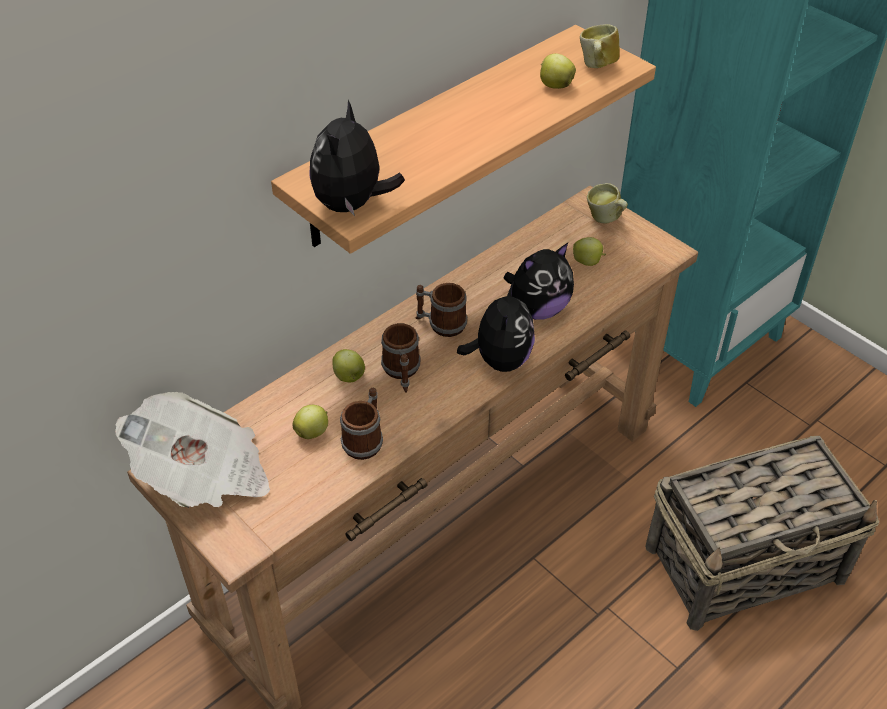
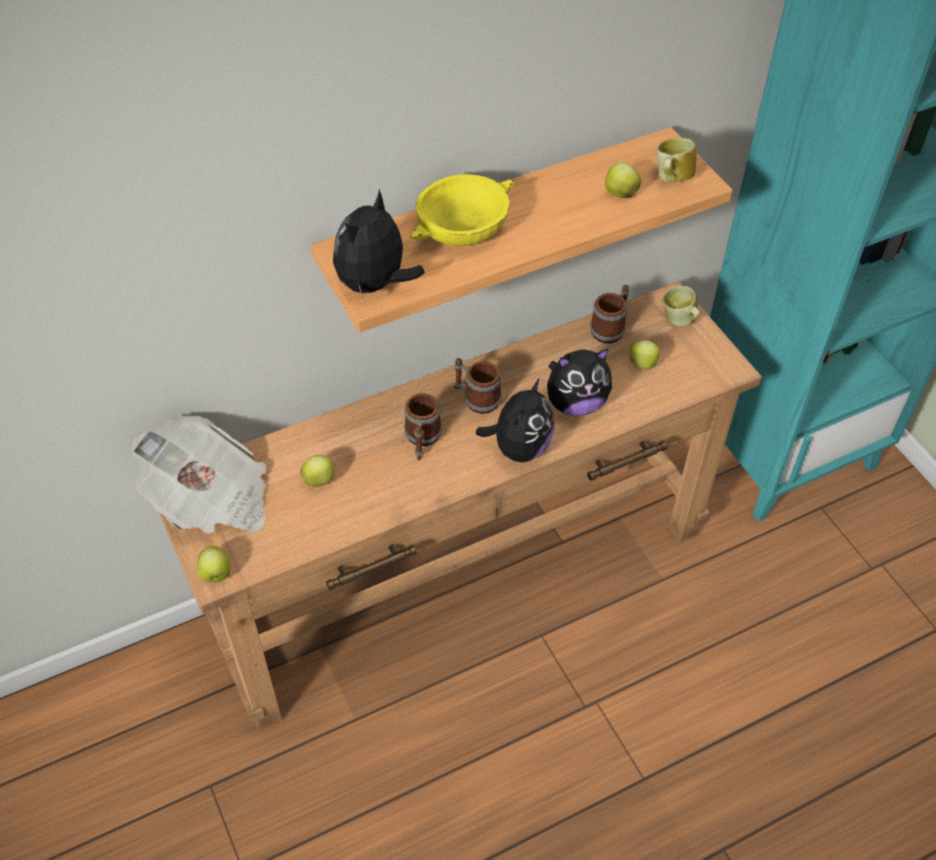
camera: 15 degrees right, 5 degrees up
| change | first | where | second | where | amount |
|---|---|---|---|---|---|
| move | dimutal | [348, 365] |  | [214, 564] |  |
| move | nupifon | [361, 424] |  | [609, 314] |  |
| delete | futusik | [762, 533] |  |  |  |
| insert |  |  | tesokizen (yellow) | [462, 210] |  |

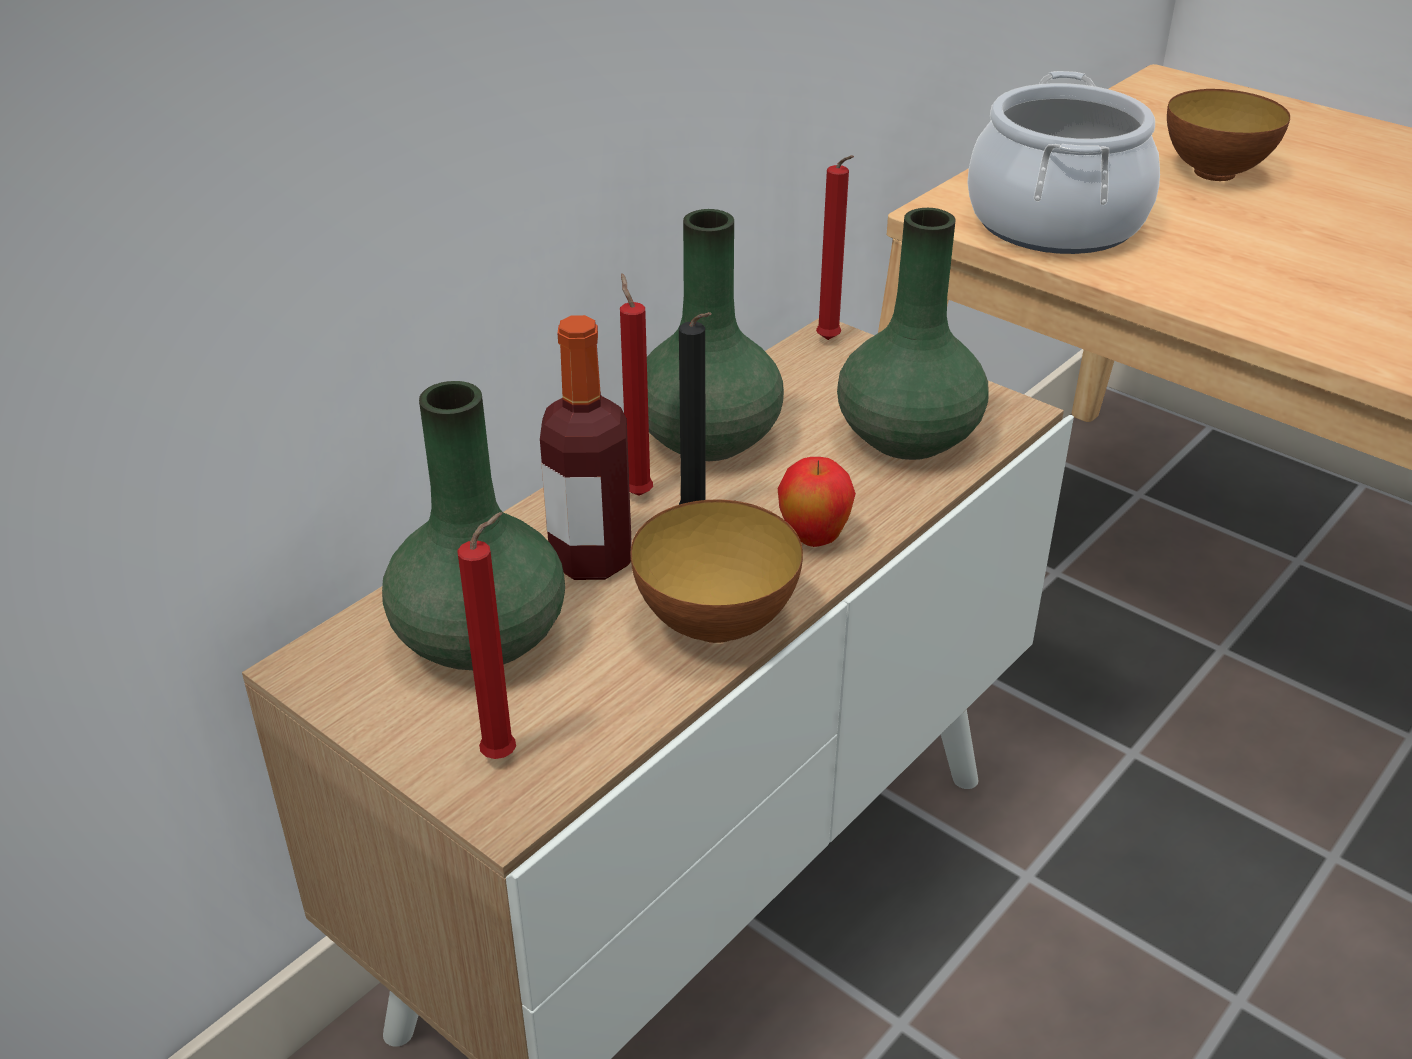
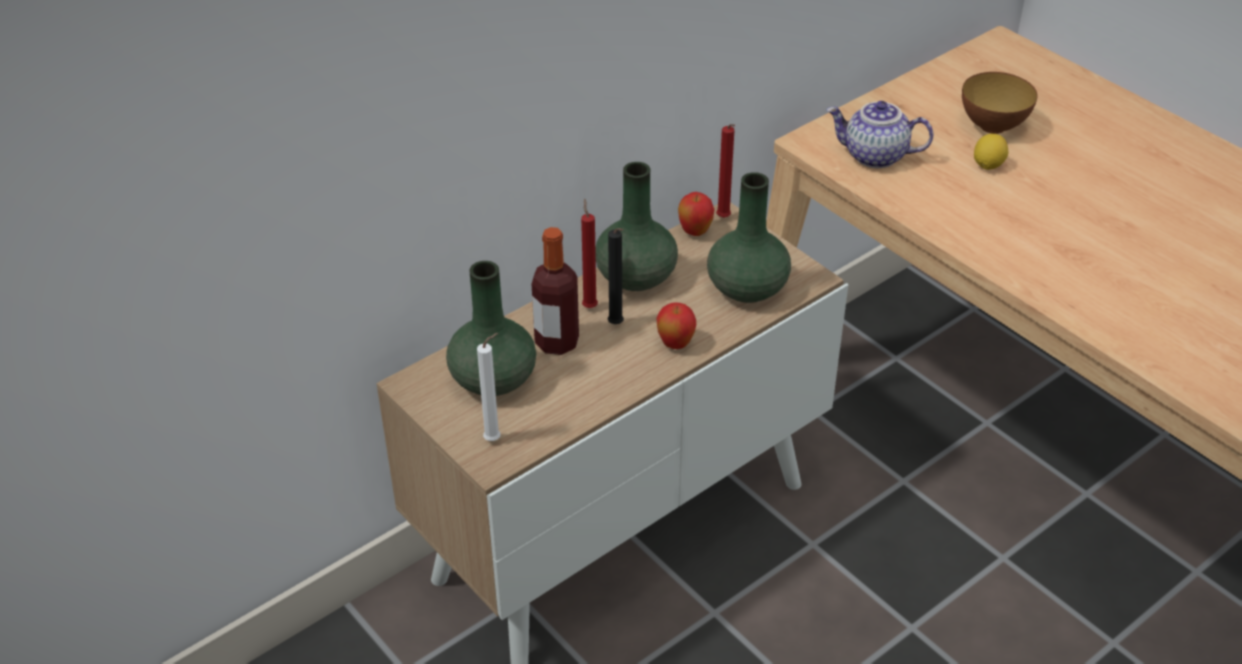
camera: 10 degrees right, 5 degrees up
| change | first | where | second | where | amount |
|---|---|---|---|---|---|
| recolor | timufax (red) | [486, 635] | timufax (white) | [489, 387] |  |
| delete | tesokizen | [716, 571] |  |  |  |
| replace | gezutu | [1063, 162] | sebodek | [879, 134] |  |
| insert |  |  | dimutal | [696, 214] |  |
| insert |  |  | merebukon | [991, 152] |  |

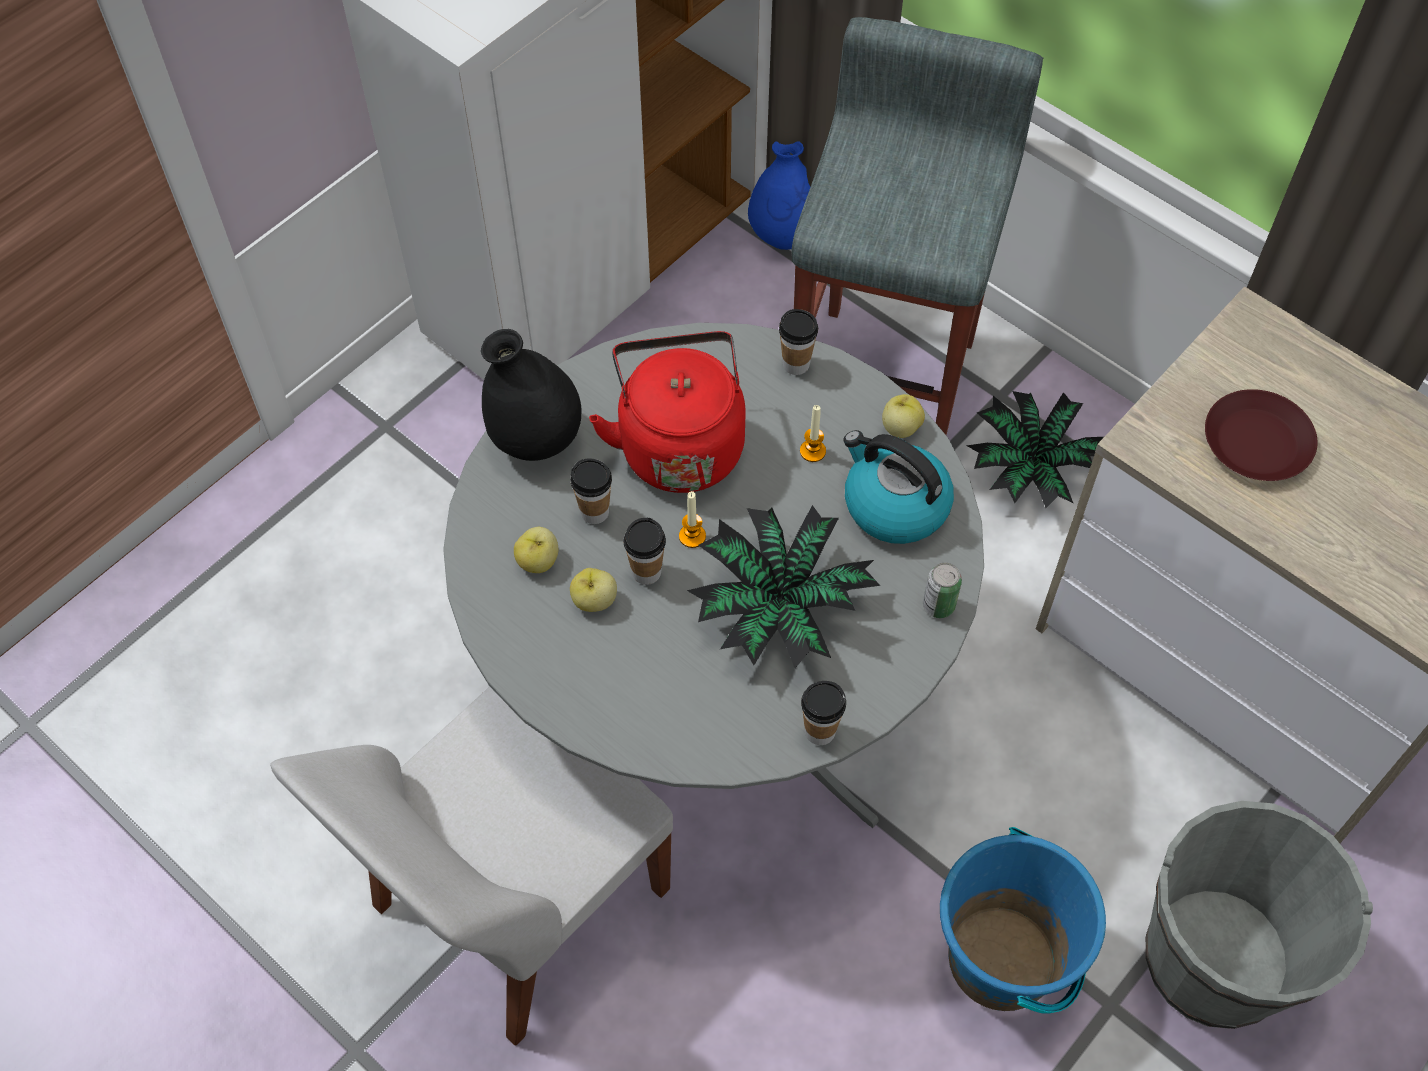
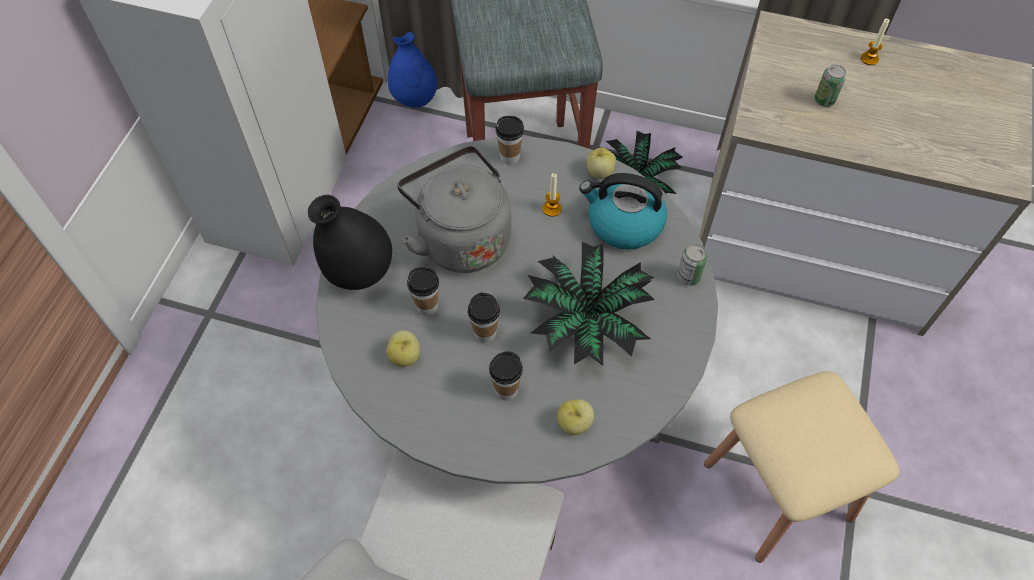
camera: 25 degrees left, 0 degrees up
| change | first | where | second | where | amount |
|---|---|---|---|---|---|
| move | dimutal | [593, 590] |  | [575, 417] |  |
| recolor | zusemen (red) | [667, 412] | zusemen (grey) | [454, 209] |  |
| move | timufax | [692, 519] |  | [875, 41] |  |
| move | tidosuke | [823, 713] |  | [506, 375] |  |
| replace | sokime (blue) | [1023, 920] | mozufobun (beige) | [802, 467] |  |
| delete | sokime (grey) | [1259, 915] |  |  |  |
| replace | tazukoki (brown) | [1261, 435] | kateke | [830, 85] |  |

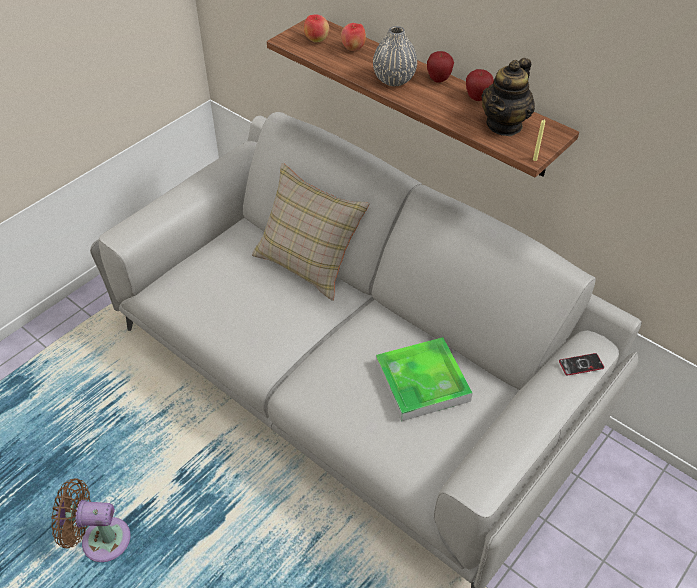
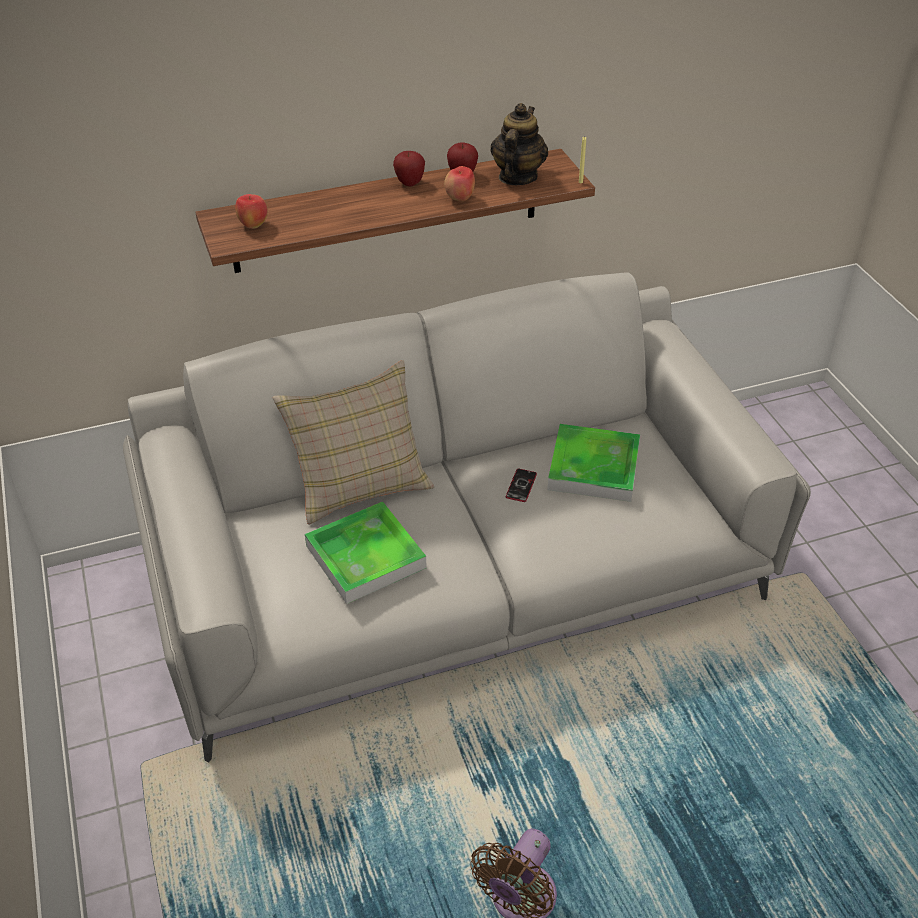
camera: 60 degrees left, 5 degrees down
| change | first | where | second | where | amount |
|---|---|---|---|---|---|
| move | dimutal | [353, 37] |  | [459, 183] |  |
| delete | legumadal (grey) | [395, 56] |  |  |  |
| rotate | sebodek | [508, 97] |  | [519, 144] | 135 degrees counterclockwise |
| move | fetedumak | [581, 364] |  | [521, 485] |  |
| insert |  |  | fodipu | [366, 553] |  |

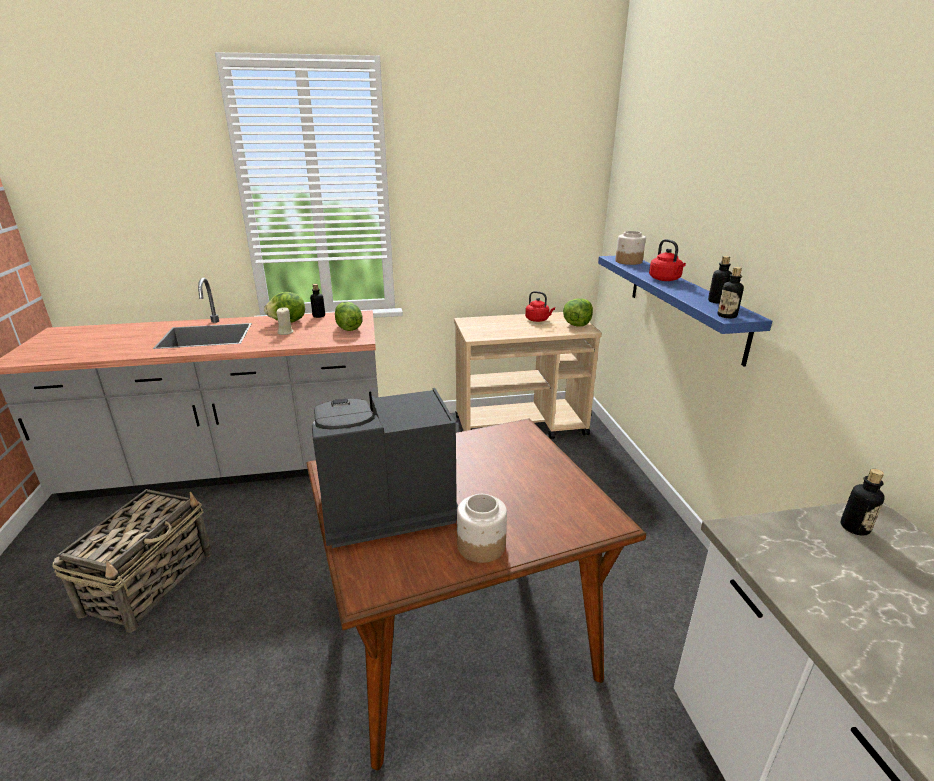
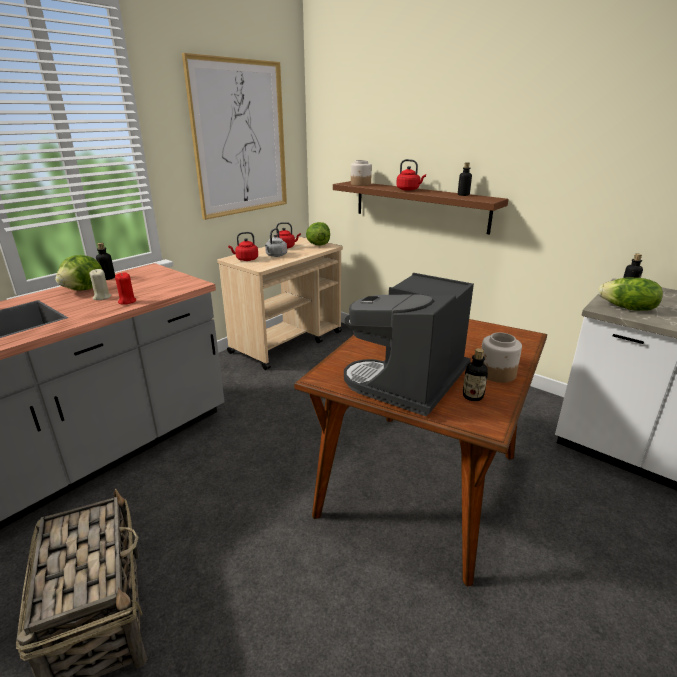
camera: 40 degrees left, 0 degrees up
| change | first | where | second | where | amount |
|---|---|---|---|---|---|
| move | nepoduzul | [348, 316] |  | [630, 294] |  |
| recolor | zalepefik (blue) | [685, 311] | zalepefik (brown) | [421, 208] |  |
| move | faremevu | [730, 292] |  | [475, 374] |  |
| insert |  |  | timufax (red) | [125, 288] |  |
| insert |  |  | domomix | [234, 136] |  |
| insert |  |  | zusemen (red) | [243, 246] |  |
| insert |  |  | zusemen (grey) | [276, 242] |  |

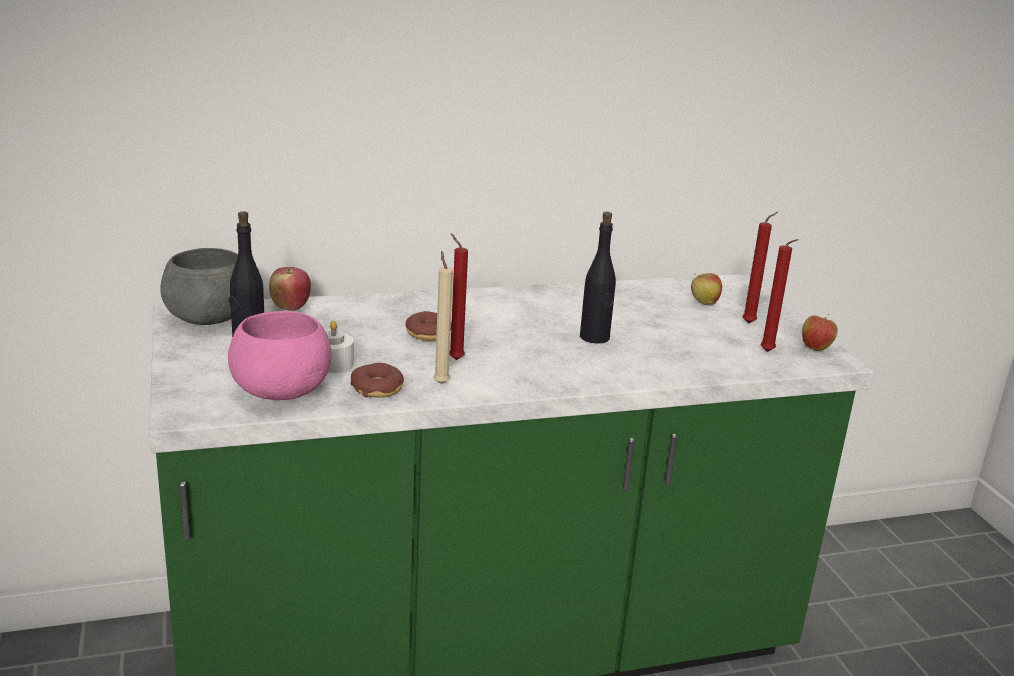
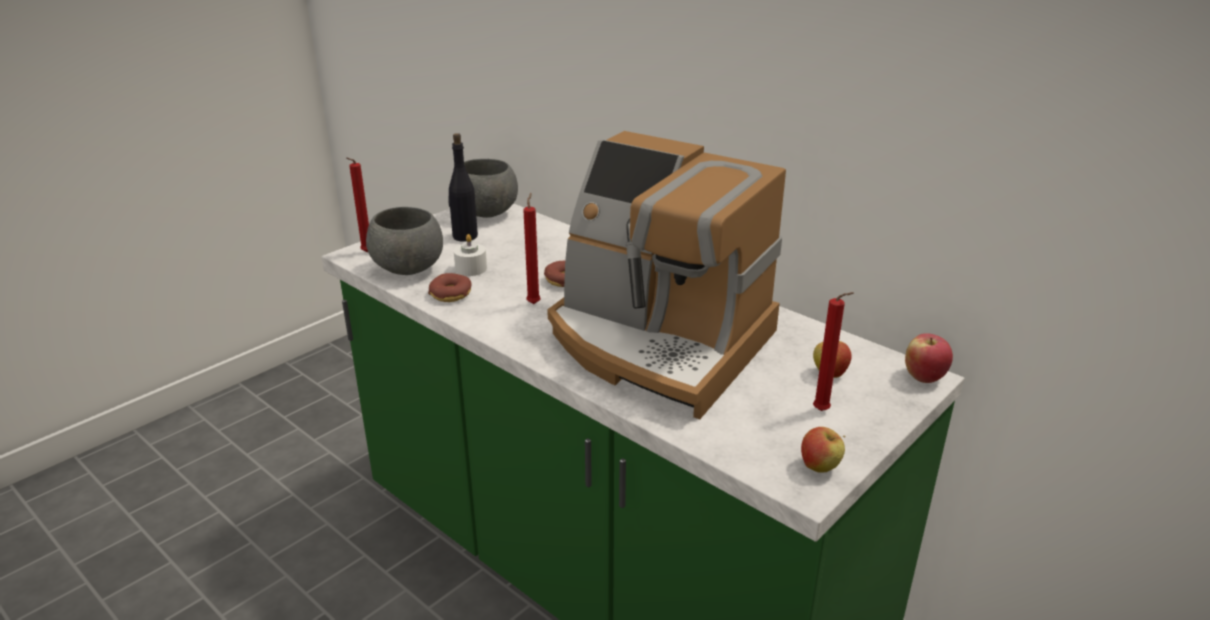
camera: 60 degrees right, 5 degrees up
| change | first | where | second | where | amount |
|---|---|---|---|---|---|
| recolor | tesokizen (pink) | [280, 355] | tesokizen (grey) | [404, 241] |  |
| move | dimutal | [290, 289] |  | [929, 358] |  |
| delete | timufax (beige) | [443, 317] |  |  |  |
| replace | faremevu (black) | [598, 278] | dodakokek | [666, 275] |  |
| move | timufax (red) | [779, 295] |  | [357, 205] |  |

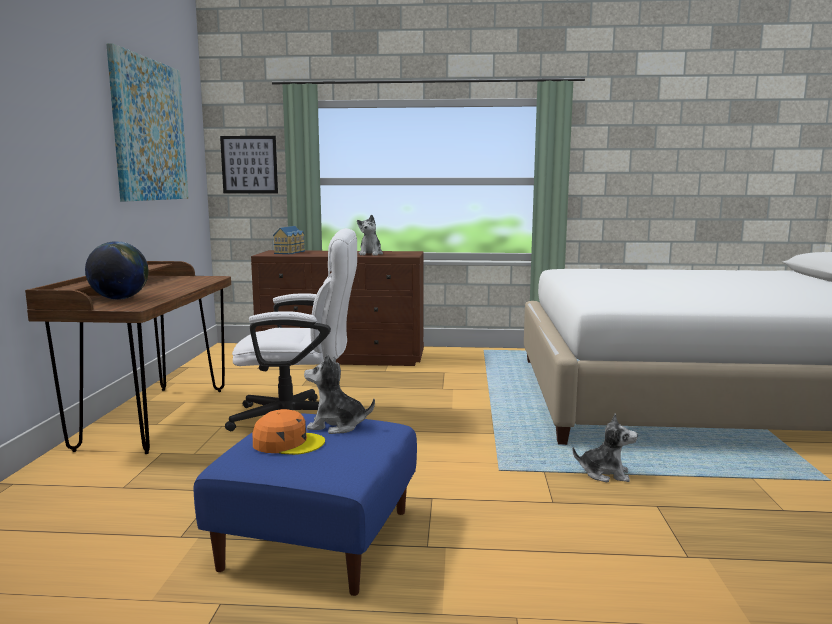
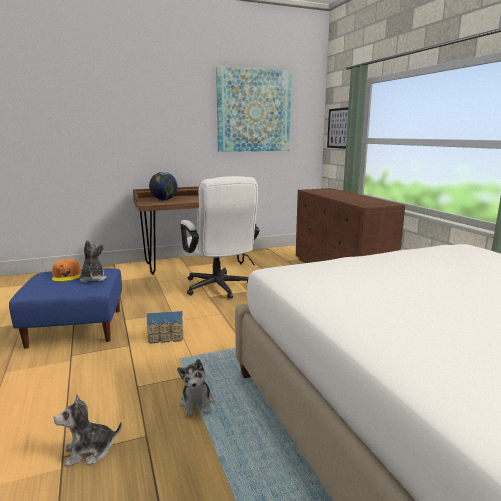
camera: 65 degrees right, 5 degrees up
| change | first | where | second | where | amount |
|---|---|---|---|---|---|
| move | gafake | [289, 240] |  | [165, 327] |  |
| move | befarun | [370, 235] |  | [88, 430] |  |

